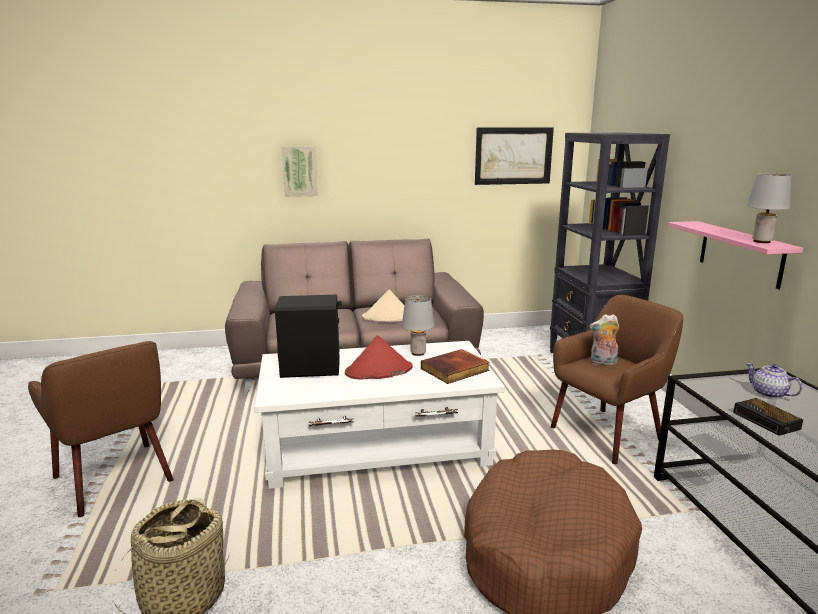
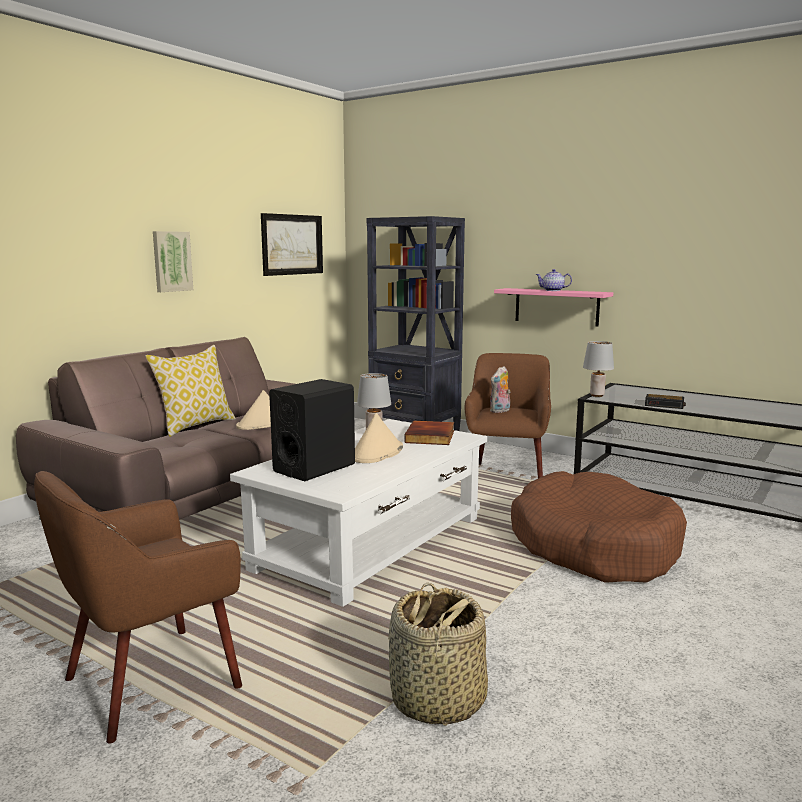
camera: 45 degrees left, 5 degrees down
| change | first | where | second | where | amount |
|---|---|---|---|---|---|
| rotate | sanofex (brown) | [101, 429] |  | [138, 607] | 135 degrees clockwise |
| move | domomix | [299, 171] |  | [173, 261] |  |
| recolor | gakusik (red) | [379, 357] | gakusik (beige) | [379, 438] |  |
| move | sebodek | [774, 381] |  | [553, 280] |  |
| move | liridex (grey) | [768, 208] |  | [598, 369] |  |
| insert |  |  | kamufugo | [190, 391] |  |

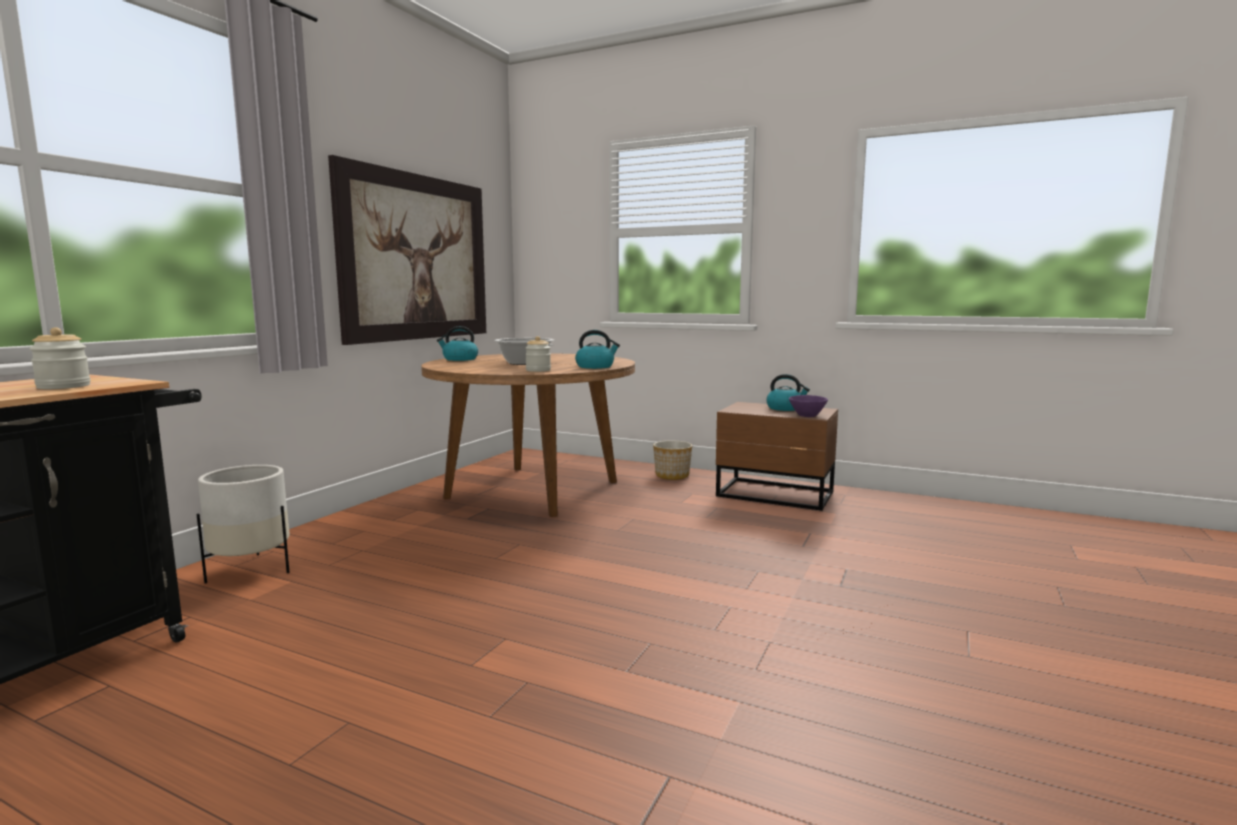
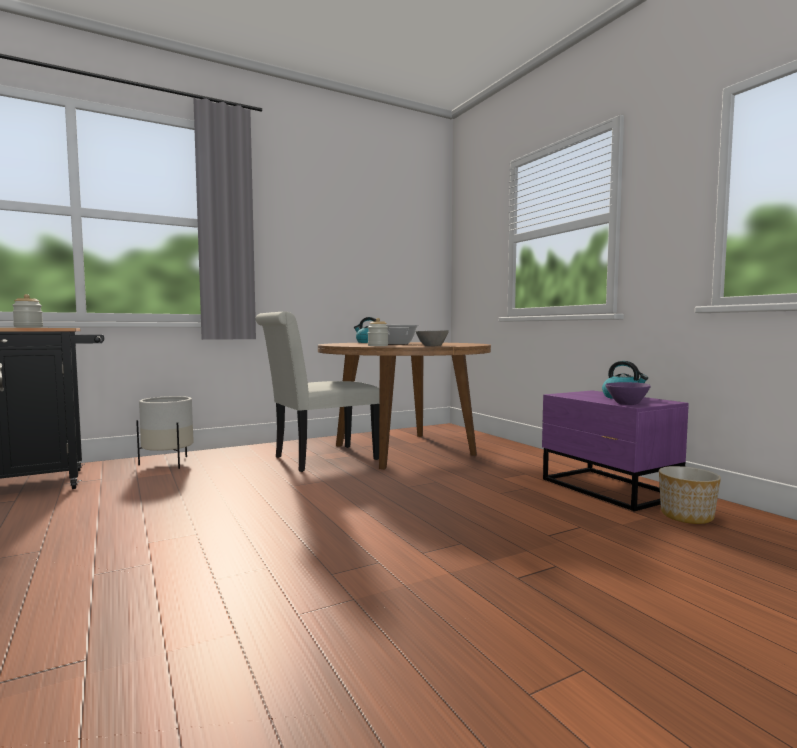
camera: 35 degrees right, 5 degrees down
| change | first | where | second | where | amount |
|---|---|---|---|---|---|
| delete | domomix | [407, 250] |  |  |  |
| replace | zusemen | [597, 349] | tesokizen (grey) | [432, 338] |  |
| move | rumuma | [672, 460] |  | [690, 495] |  |
| recolor | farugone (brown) | [777, 456] | farugone (purple) | [615, 450] |  |
| insert |  |  | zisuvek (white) | [317, 391] |  |

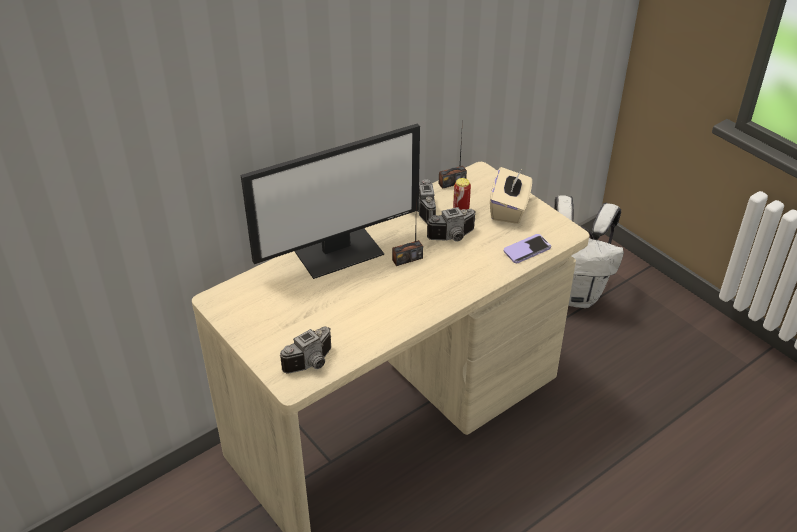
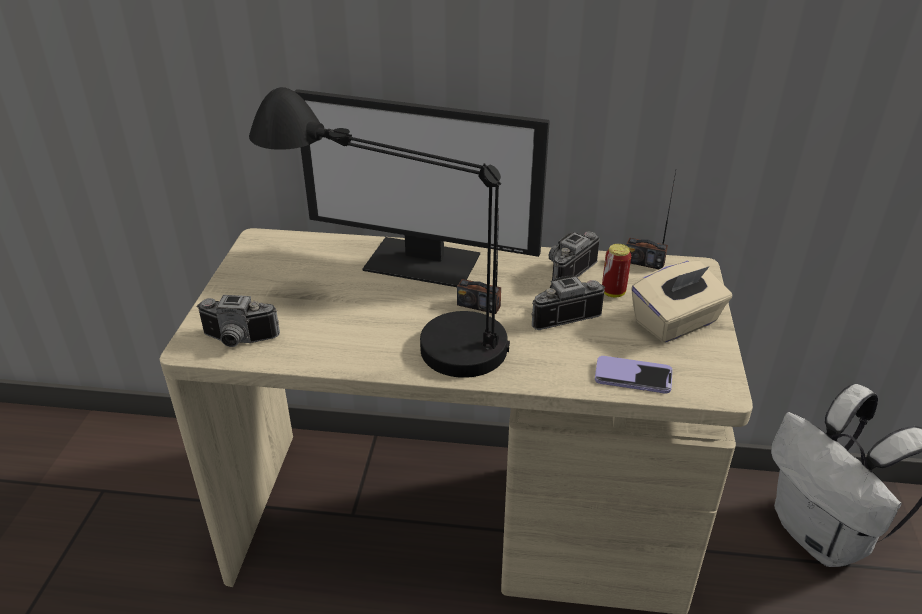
camera: 45 degrees right, 5 degrees down
| change | first | where | second | where | amount |
|---|---|---|---|---|---|
| rotate | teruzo | [451, 224] |  | [568, 303] | 135 degrees clockwise |
| insert |  |  | liridex (black) | [379, 232] |  |

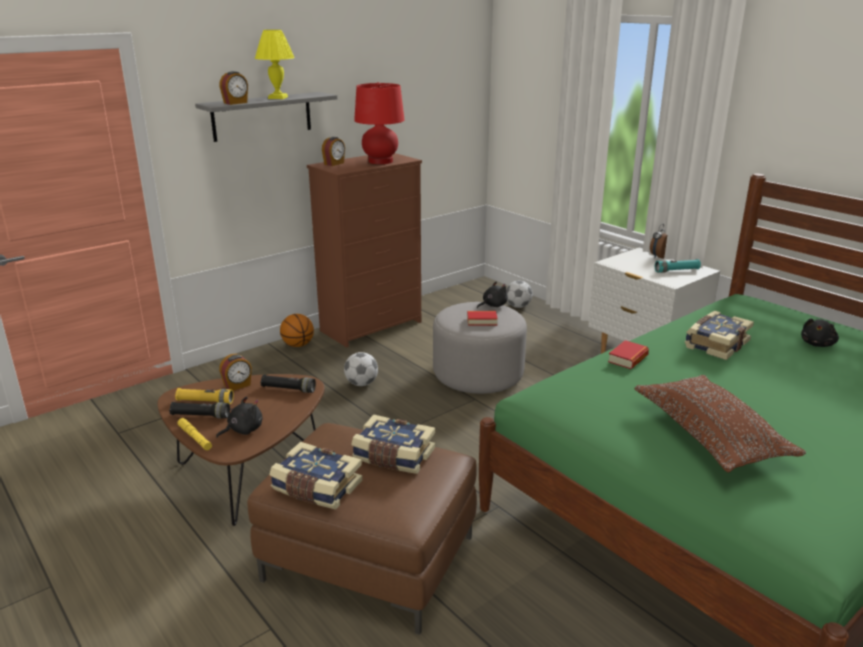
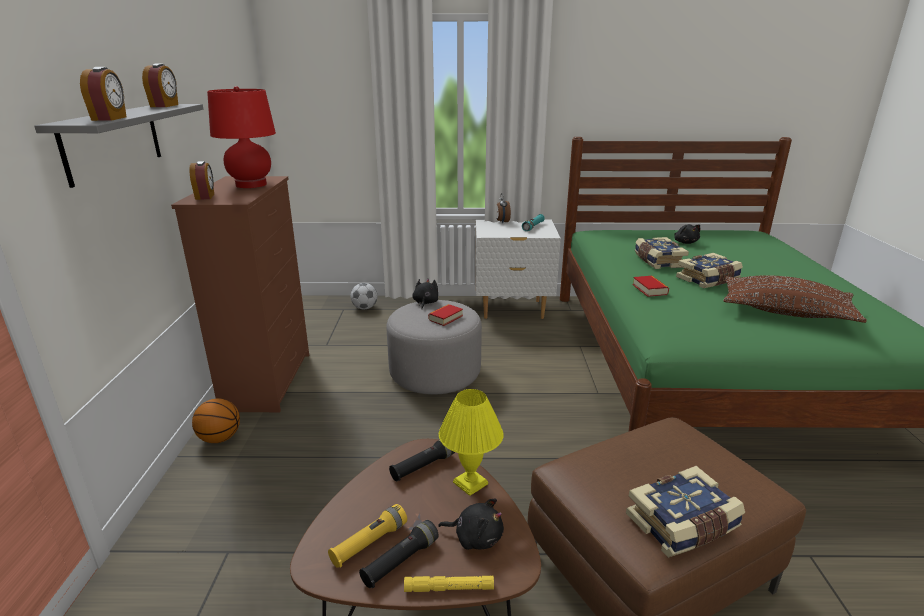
camera: 50 degrees left, 0 degrees up
| change | first | where | second | where | amount |
|---|---|---|---|---|---|
| rotate | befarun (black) | [239, 417] |  | [471, 524] | 105 degrees clockwise |
| move | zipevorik | [235, 372] |  | [160, 85] |  |
| move | liridex (yellow) | [275, 64] |  | [471, 442] |  |
| delete | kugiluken | [361, 369] |  |  |  |
| move | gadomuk | [393, 444] |  | [709, 270] |  |

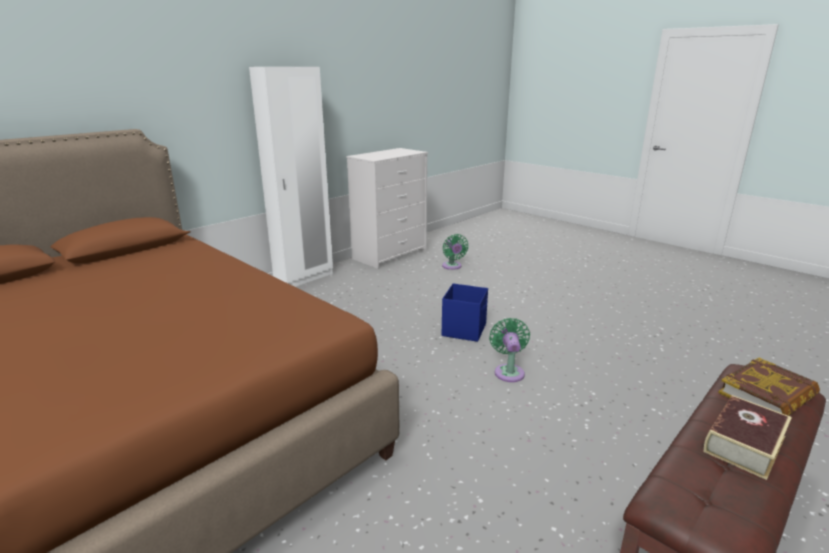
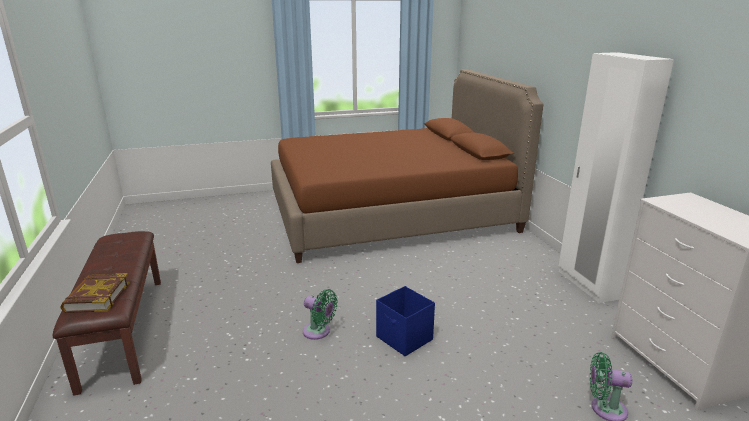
camera: 120 degrees right, 0 degrees up
| change | first | where | second | where | amount |
|---|---|---|---|---|---|
| delete | gadomuk | [748, 437] |  |  |  |

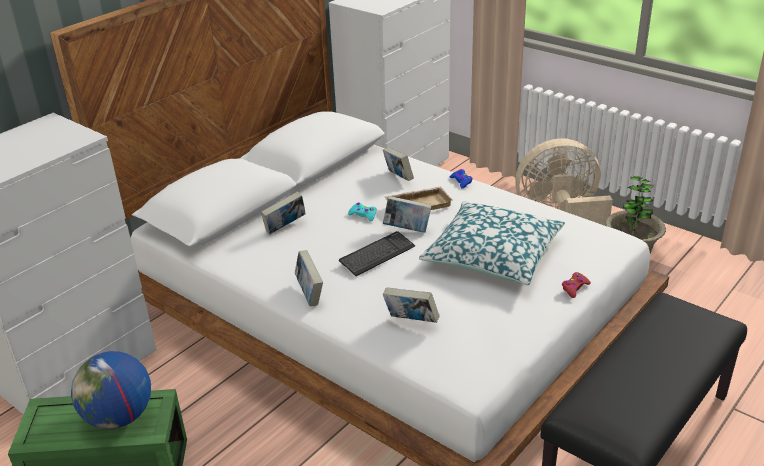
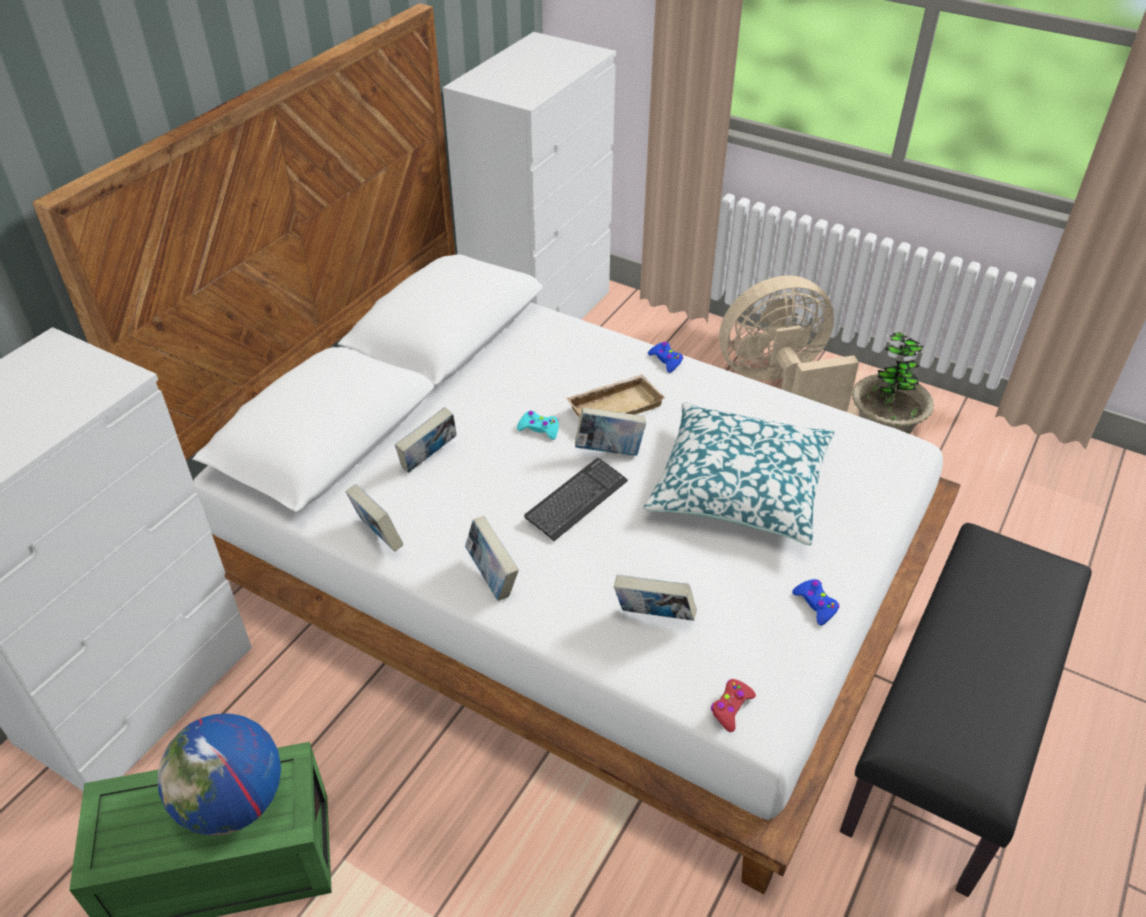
camera: 10 degrees left, 10 degrees up
| change | first | where | second | where | amount |
|---|---|---|---|---|---|
| move | gadomuk | [398, 164] |  | [374, 518] |  |
| move | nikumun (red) | [576, 285] |  | [733, 705] |  |
| insert |  |  | nikumun (blue) | [815, 602] |  |

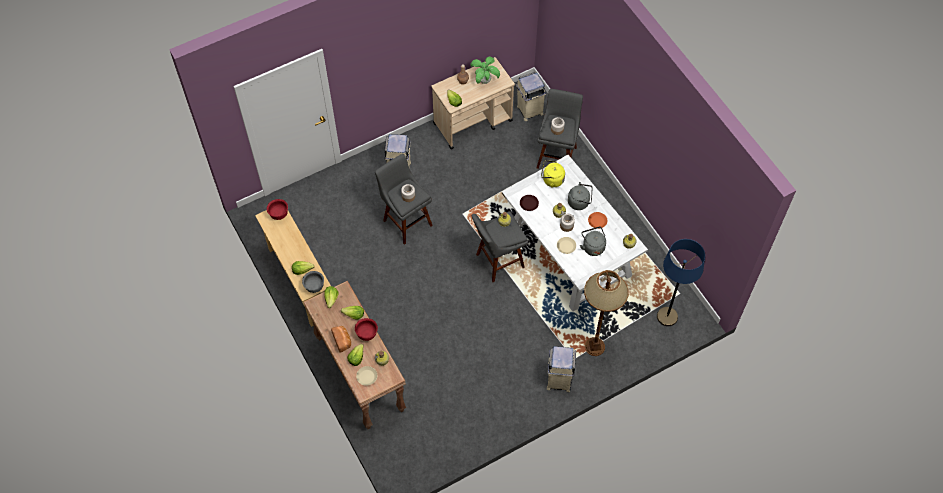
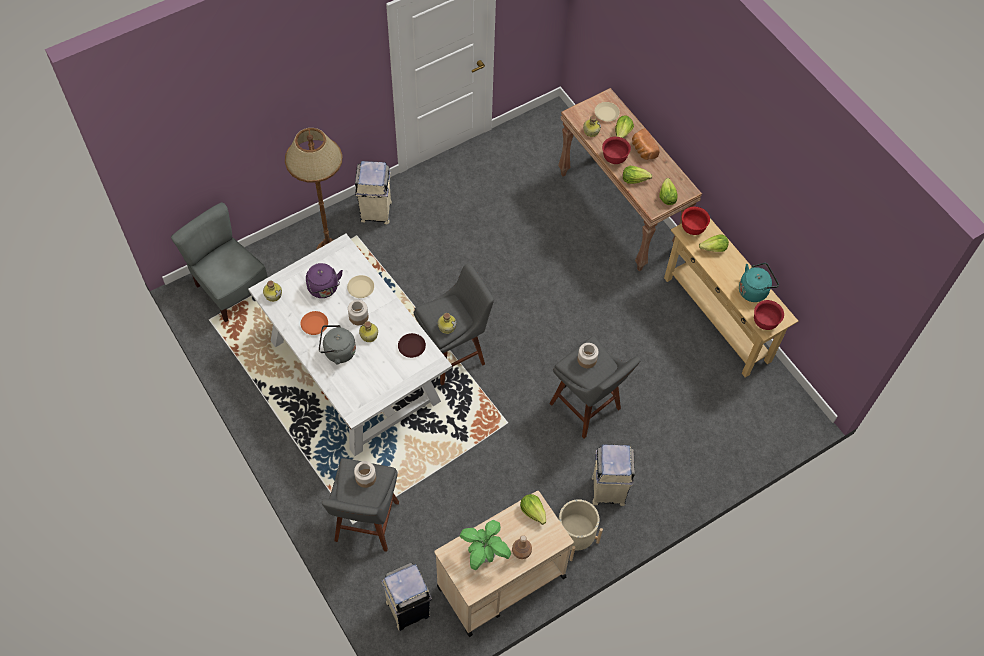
camera: 175 degrees right, 0 degrees up
| change | first | where | second | where | amount |
|---|---|---|---|---|---|
| recolor | tesokizen (grey) | [313, 282] | tesokizen (red) | [696, 221] |  |
| delete | zusemen (yellow) | [553, 174] |  |  |  |
| recolor | zusemen (grey) | [593, 241] | zusemen (purple) | [324, 280] |  |
| replace | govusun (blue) | [681, 282] | zisuvek (grey) | [219, 262] |  |
| insert |  |  | rumuma (beige) | [581, 530] |  |
| insert |  |  | zusemen (turquoise) | [759, 282] |  |

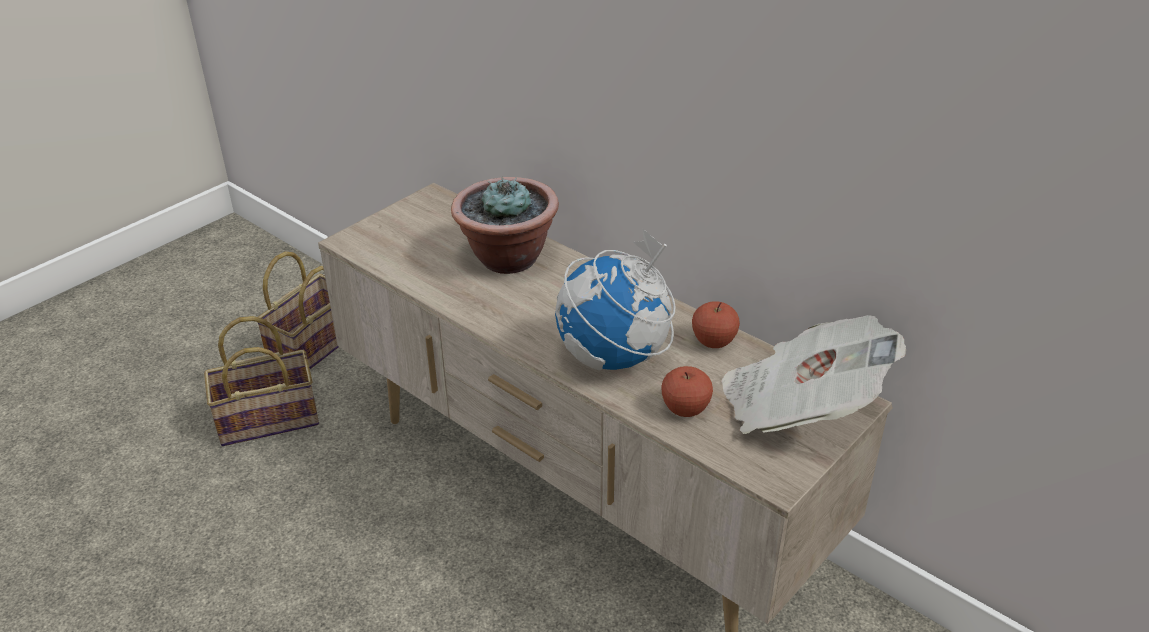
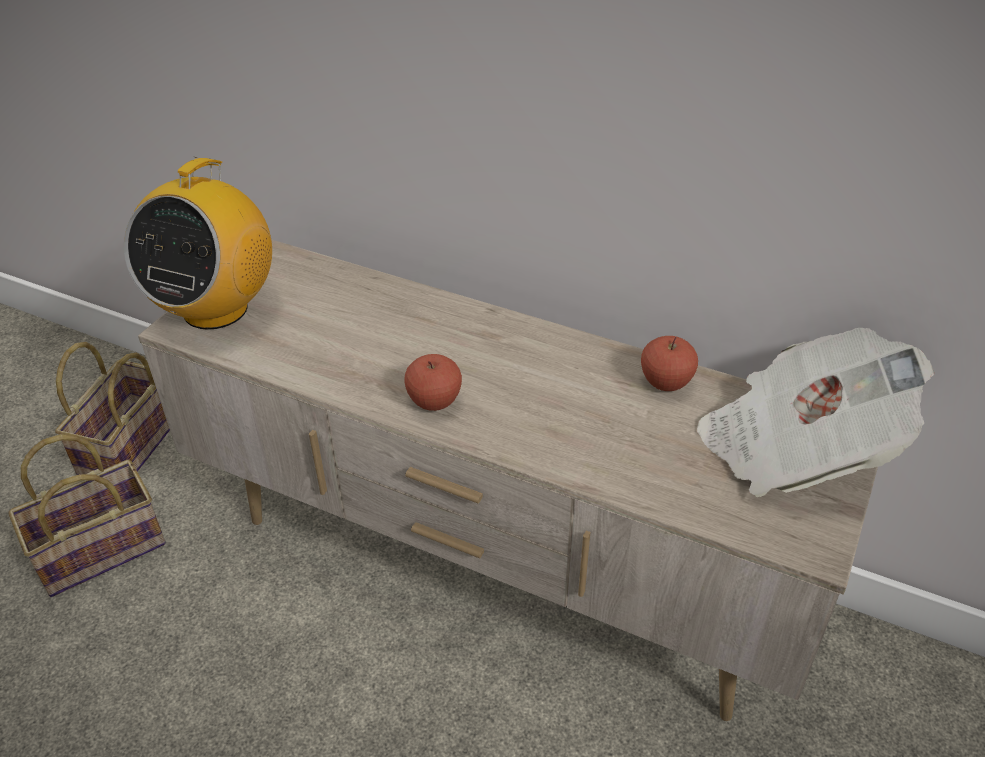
camera: 15 degrees left, 5 degrees up
| change | first | where | second | where | amount |
|---|---|---|---|---|---|
| delete | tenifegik | [505, 225] |  |  |  |
| delete | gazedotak | [615, 299] |  |  |  |
| move | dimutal | [687, 391] |  | [433, 382] |  |
| insert |  |  | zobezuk | [197, 243] |  |

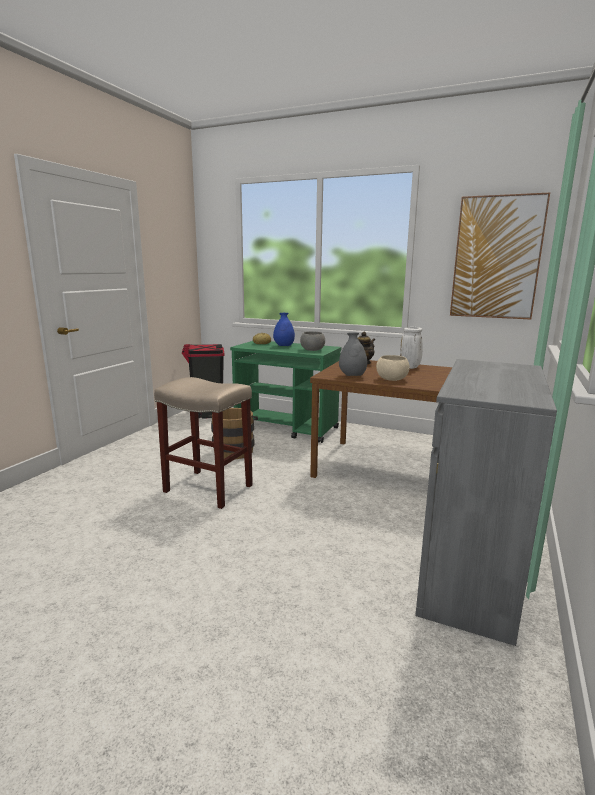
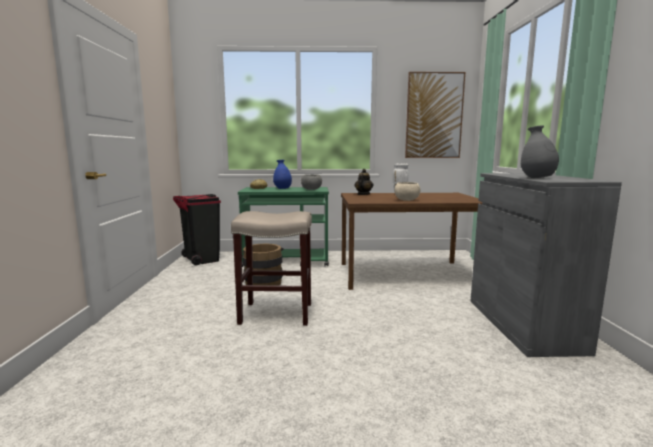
camera: 25 degrees left, 5 degrees down
| change | first | where | second | where | amount |
|---|---|---|---|---|---|
| move | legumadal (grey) | [353, 354] |  | [540, 151] |  |

